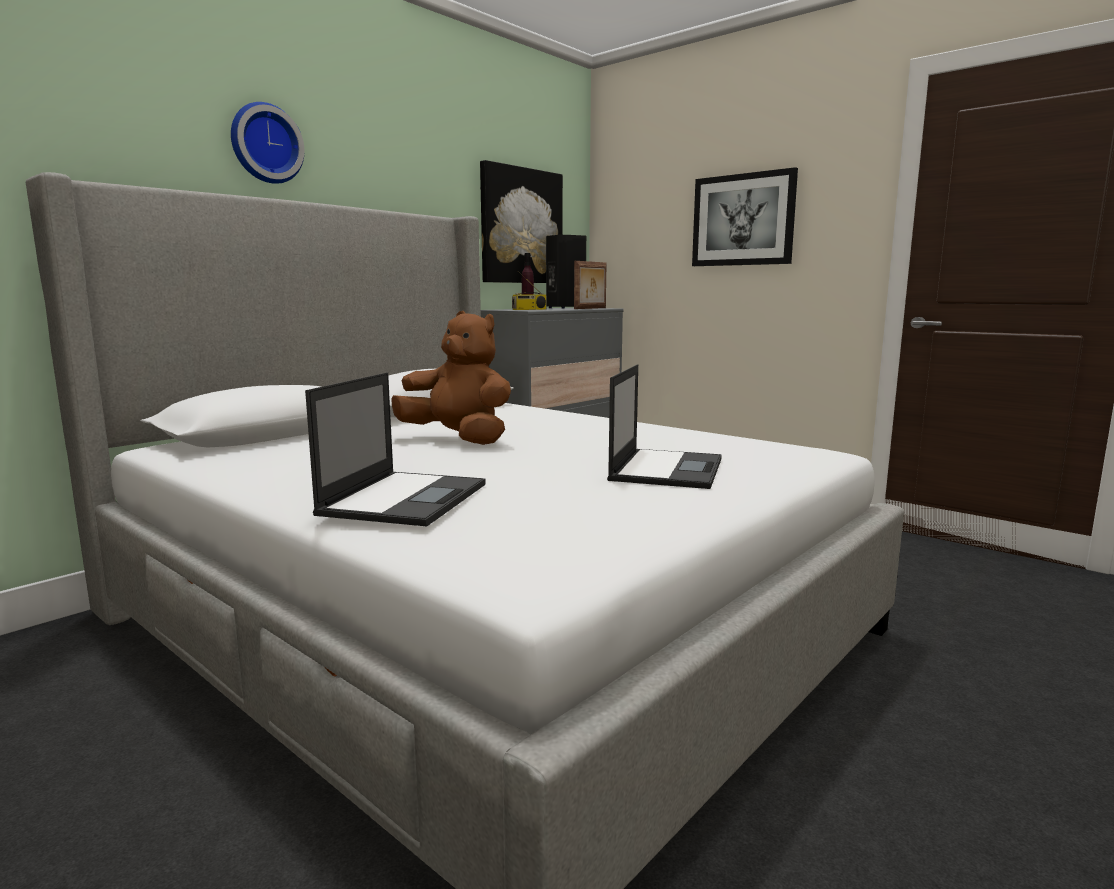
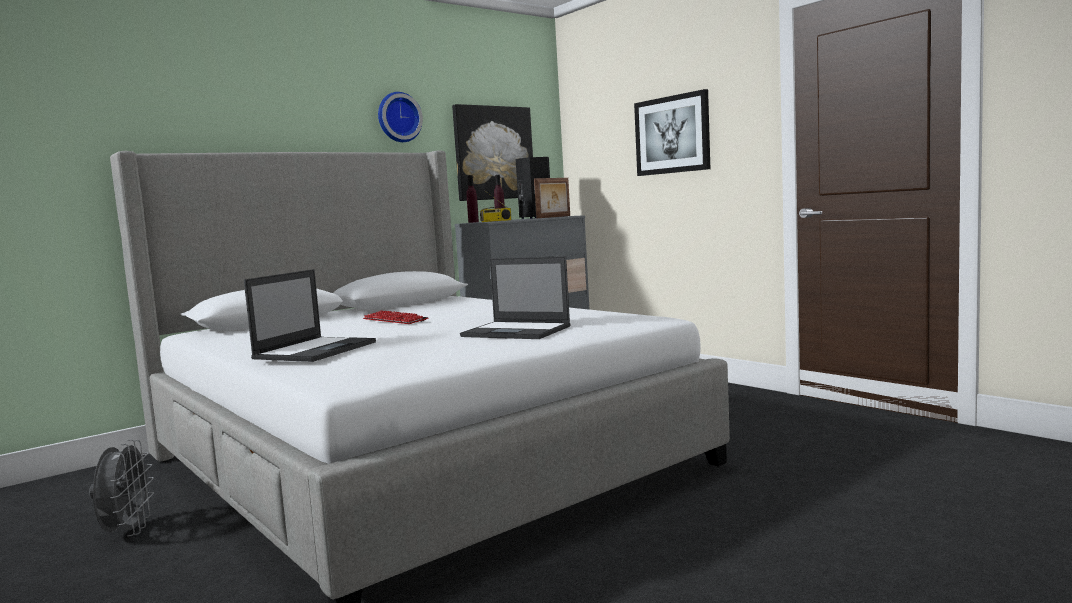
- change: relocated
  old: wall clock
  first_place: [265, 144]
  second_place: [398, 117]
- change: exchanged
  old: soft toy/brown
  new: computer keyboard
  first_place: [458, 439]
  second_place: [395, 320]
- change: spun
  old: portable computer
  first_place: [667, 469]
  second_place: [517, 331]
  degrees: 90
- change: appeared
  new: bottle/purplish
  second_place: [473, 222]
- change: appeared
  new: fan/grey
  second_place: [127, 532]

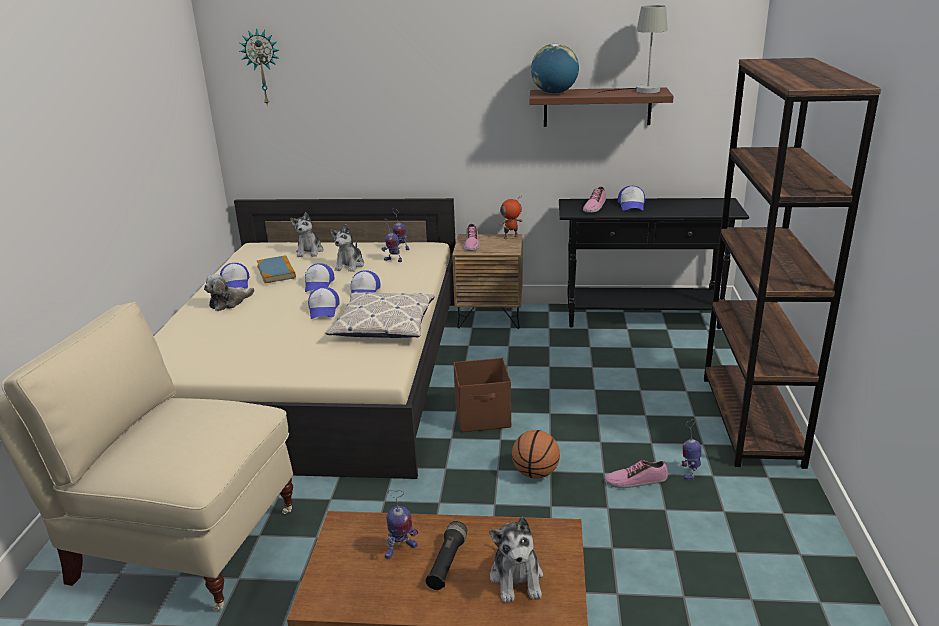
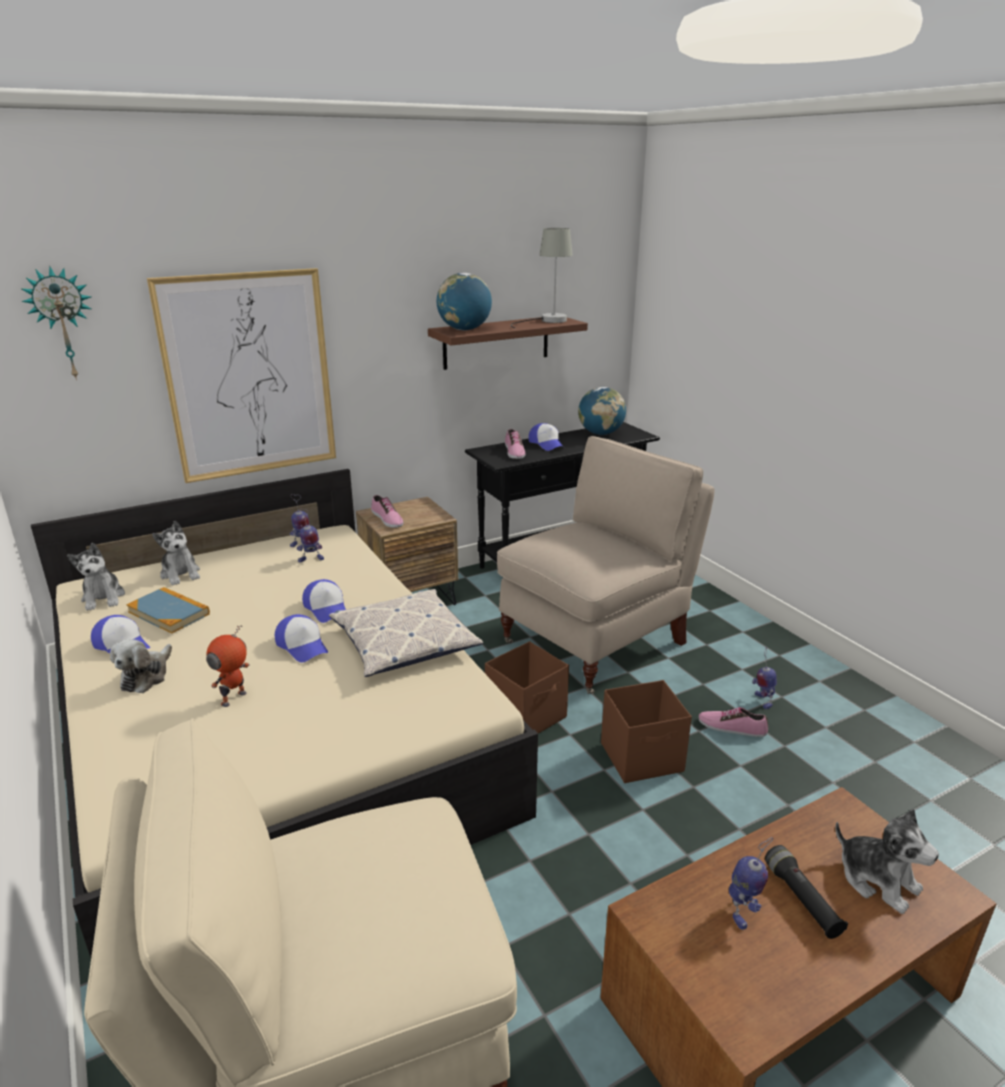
- change: missing
  old: shelving unit/brown
  first_place: [751, 420]
- change: relocated
  old: toy robot
  first_place: [511, 237]
  second_place: [235, 699]
- change: relocated
  old: soft toy
  first_place: [350, 265]
  second_place: [103, 598]
- change: missing
  old: cap
  first_place: [319, 284]
- change: exchanged
  old: basketball ball
  new: storage container/brown
  first_place: [535, 473]
  second_place: [643, 758]
- change: spun
  old: low shoe
  first_place: [635, 480]
  second_place: [732, 727]
  degrees: 60
- change: appeared
  new: wall art
  second_place: [249, 376]
- change: appeared
  new: world globe
  second_place: [600, 433]
- change: appeared
  new: upright chair/beige
  second_place: [596, 642]

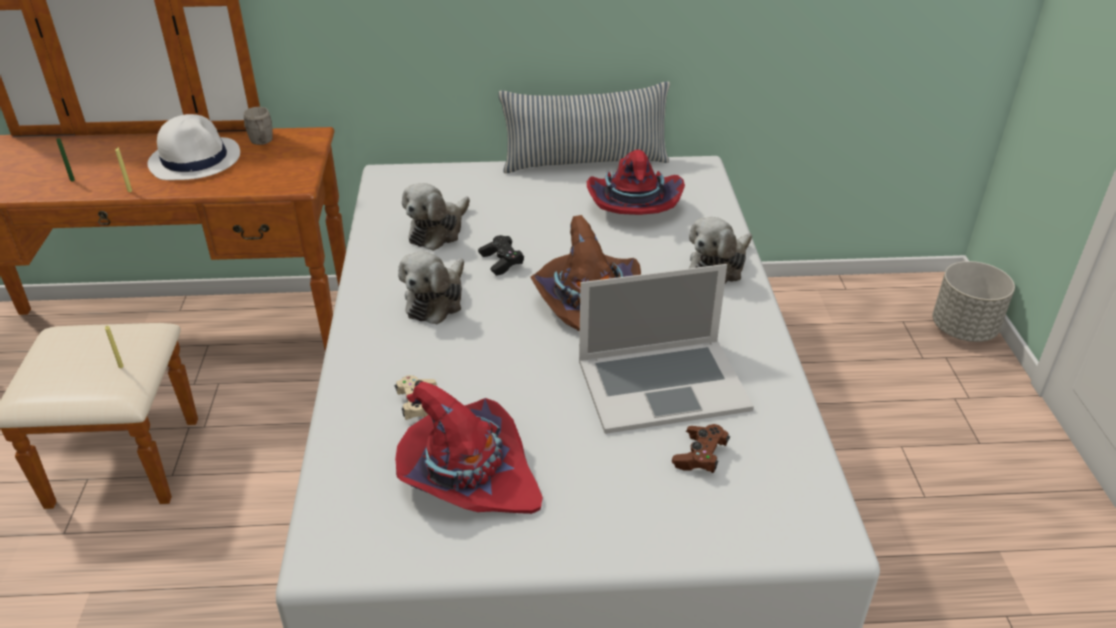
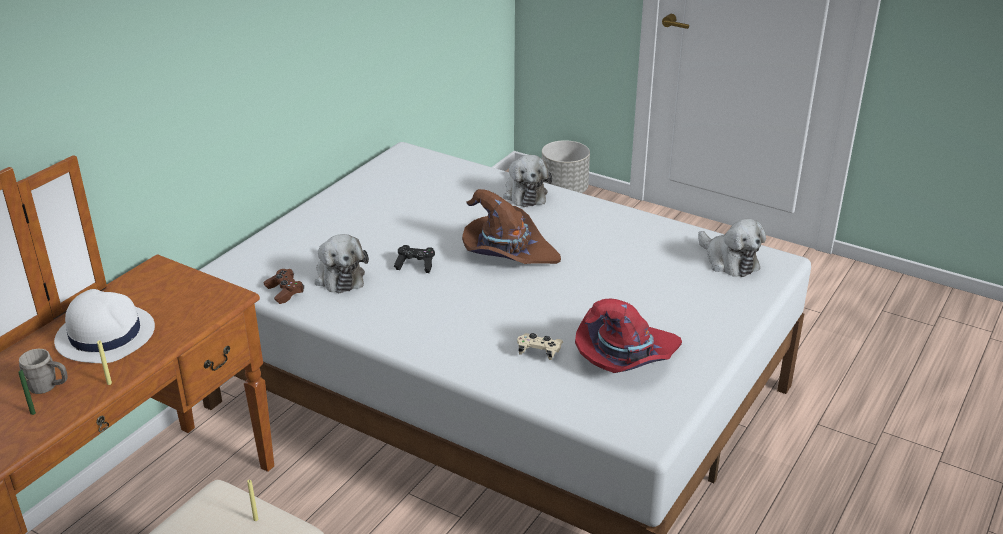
- change: missing
  old: cushion
  first_place: [585, 162]
- change: relocated
  old: mug/grey
  first_place: [262, 142]
  second_place: [48, 387]
- change: missing
  old: hat/reddish
  first_place: [632, 204]
- change: relocated
  old: soft toy
  first_place: [436, 300]
  second_place: [729, 261]
- change: missing
  old: portable computer
  first_place: [662, 384]
- change: relocated
  old: joypad/brown
  first_place: [700, 456]
  second_place: [284, 292]

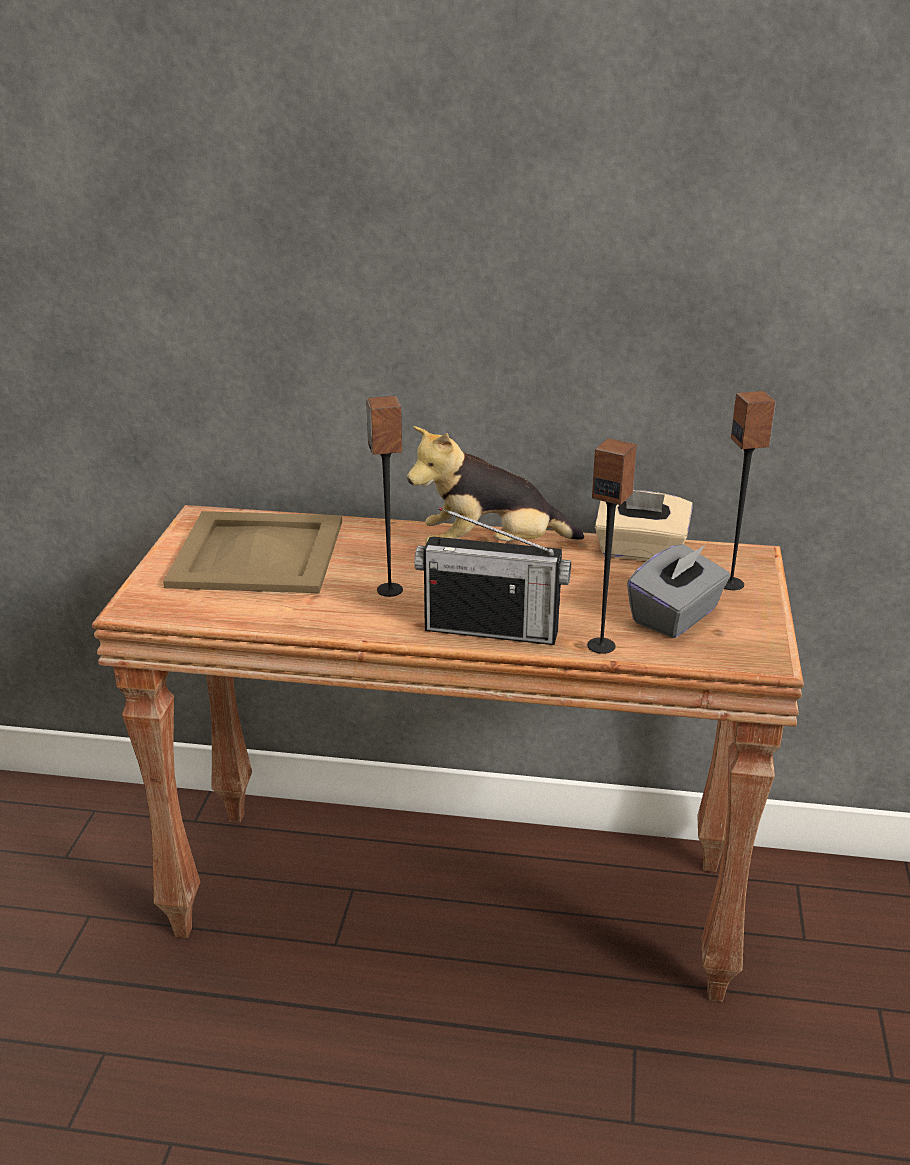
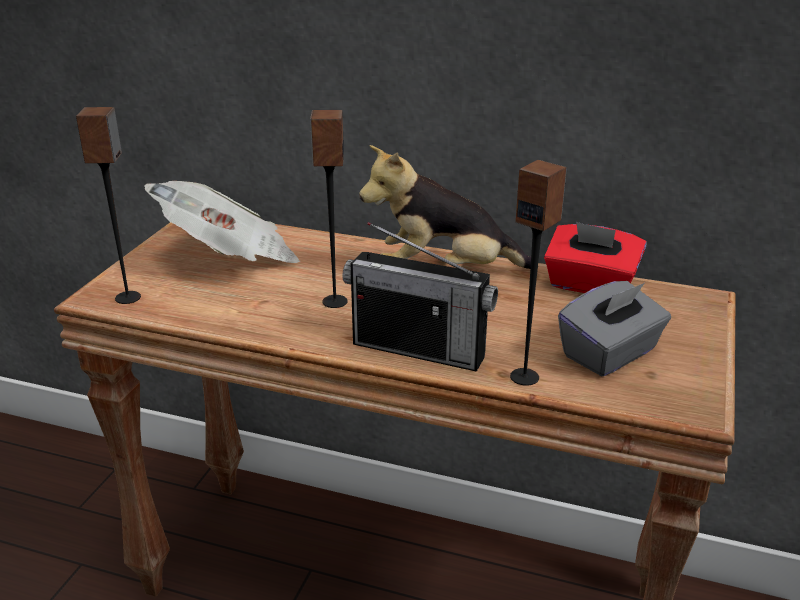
- change: relocated
  old: speaker
  first_place: [731, 584]
  second_place: [128, 298]
- change: colour
  old: tissue box/beige
  new: tissue box/reddish
  first_place: [640, 551]
  second_place: [590, 285]
- change: exchanged
  old: tray/beige
  new: daily paper
  first_place: [259, 552]
  second_place: [230, 257]

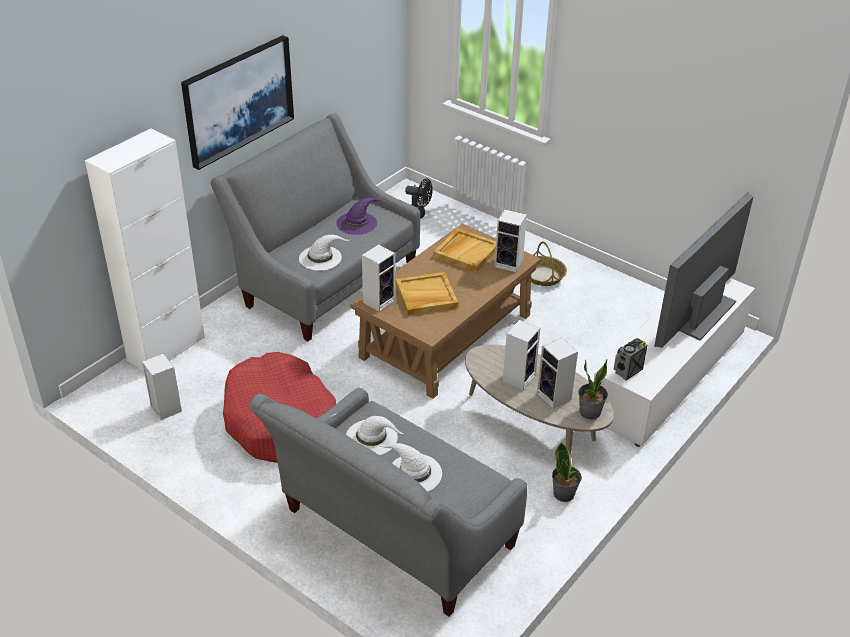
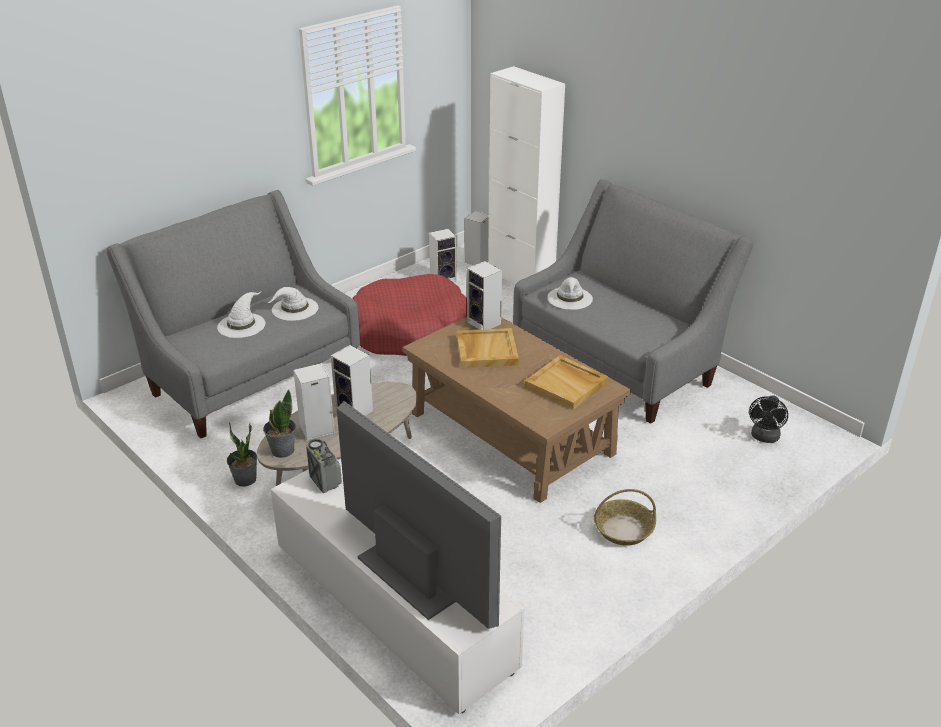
- change: missing
  old: wall art
  first_place: [238, 100]
- change: missing
  old: hat/purplish
  first_place: [357, 223]
- change: relocated
  old: speaker
  first_place: [509, 264]
  second_place: [477, 261]

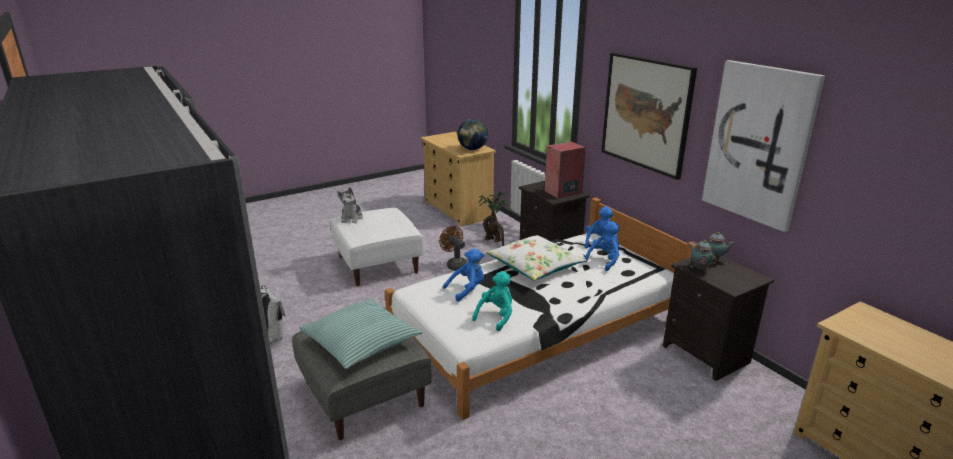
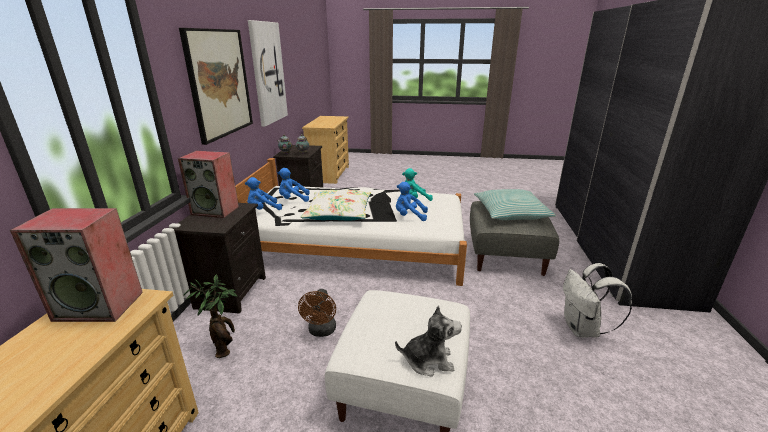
- change: exchanged
  old: world globe
  new: speaker
  first_place: [472, 149]
  second_place: [101, 305]
- change: spun
  old: soft toy
  first_place: [352, 218]
  second_place: [428, 360]
  degrees: 45

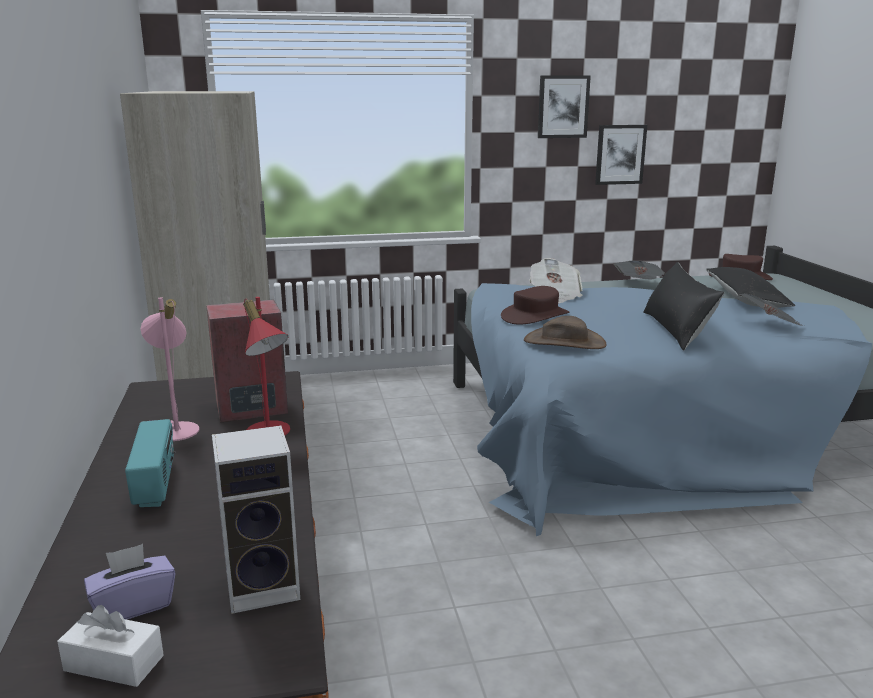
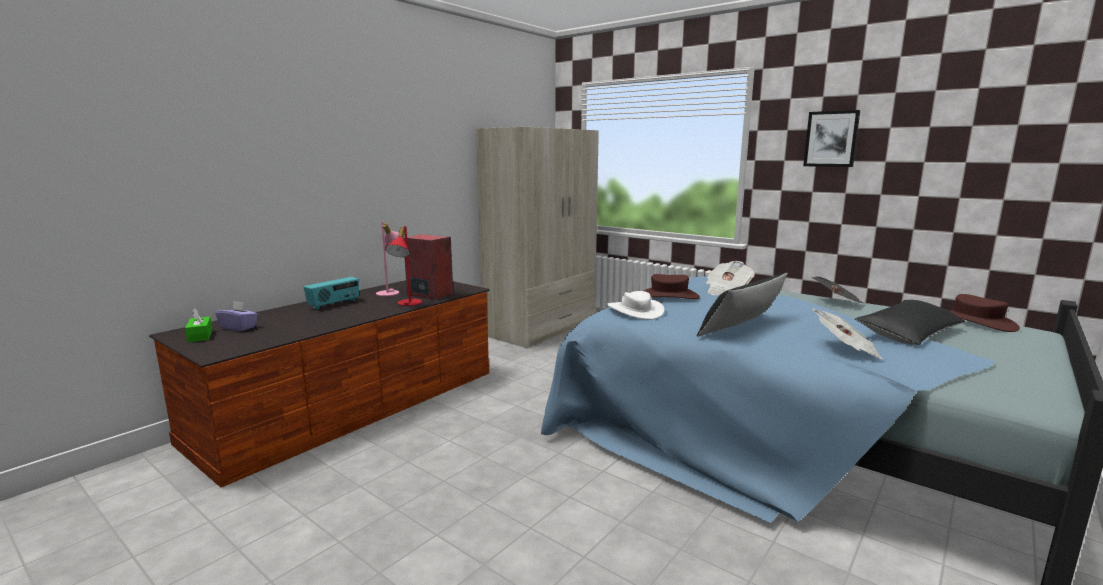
- change: missing
  old: wall art
  first_place: [620, 154]
- change: colour
  old: hat/brown
  new: hat/whitish
  first_place: [564, 342]
  second_place: [634, 311]
- change: missing
  old: speaker
  first_place: [266, 586]
- change: colour
  old: tissue box/whitish
  new: tissue box/green
  first_place: [114, 663]
  second_place: [200, 336]

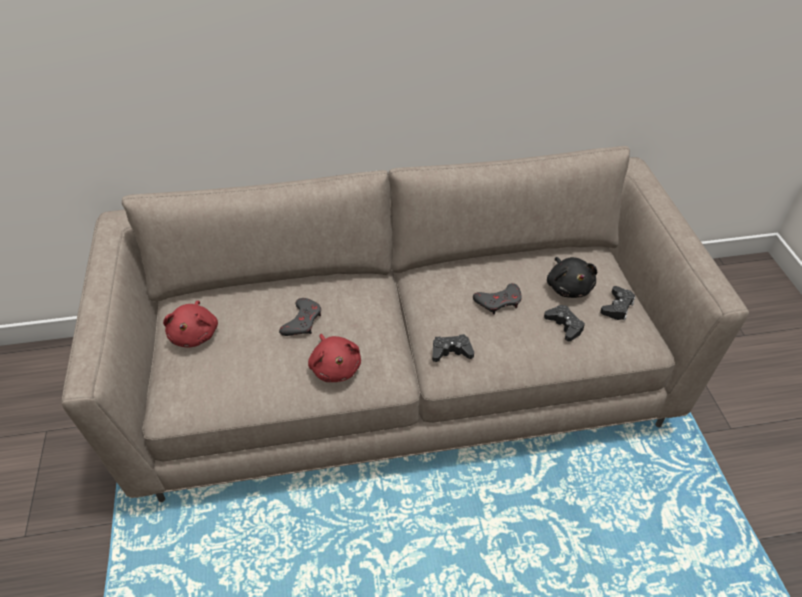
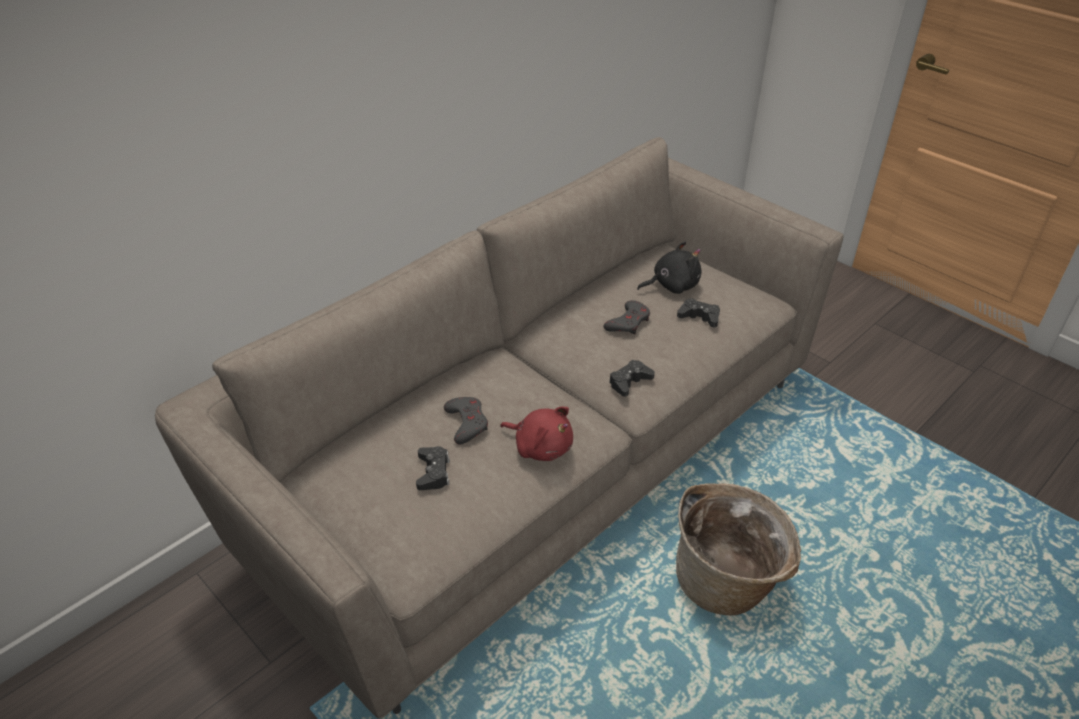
- change: spun
  old: soft toy/blackish
  first_place: [568, 287]
  second_place: [672, 285]
  degrees: -60
- change: relocated
  old: joypad/blackish
  first_place: [617, 307]
  second_place: [433, 472]
- change: missing
  old: soft toy/reddish
  first_place: [195, 334]
- change: appeared
  new: storage basket
  second_place: [727, 581]

